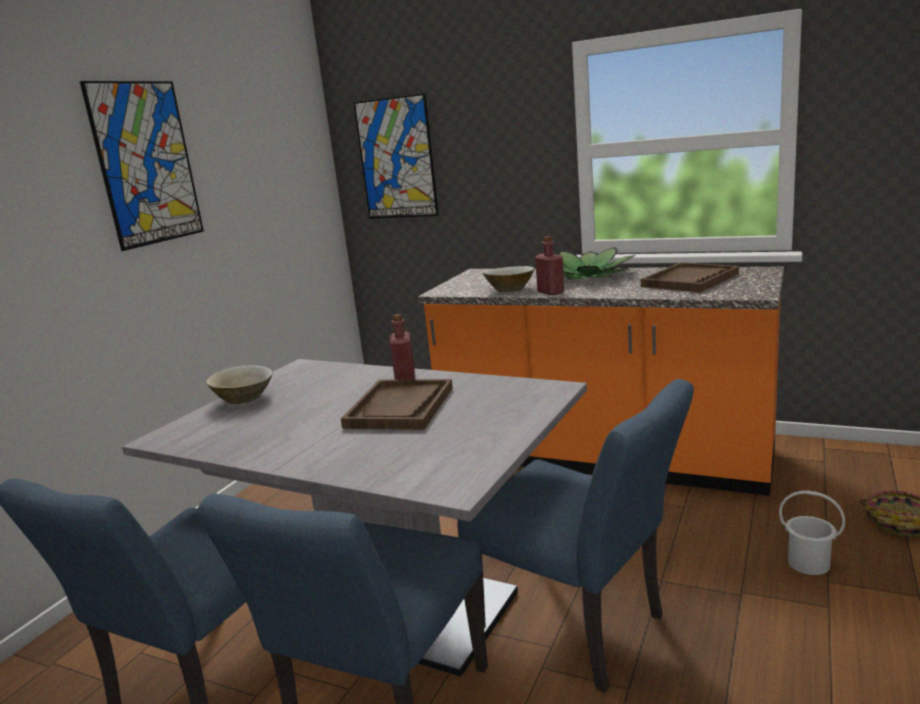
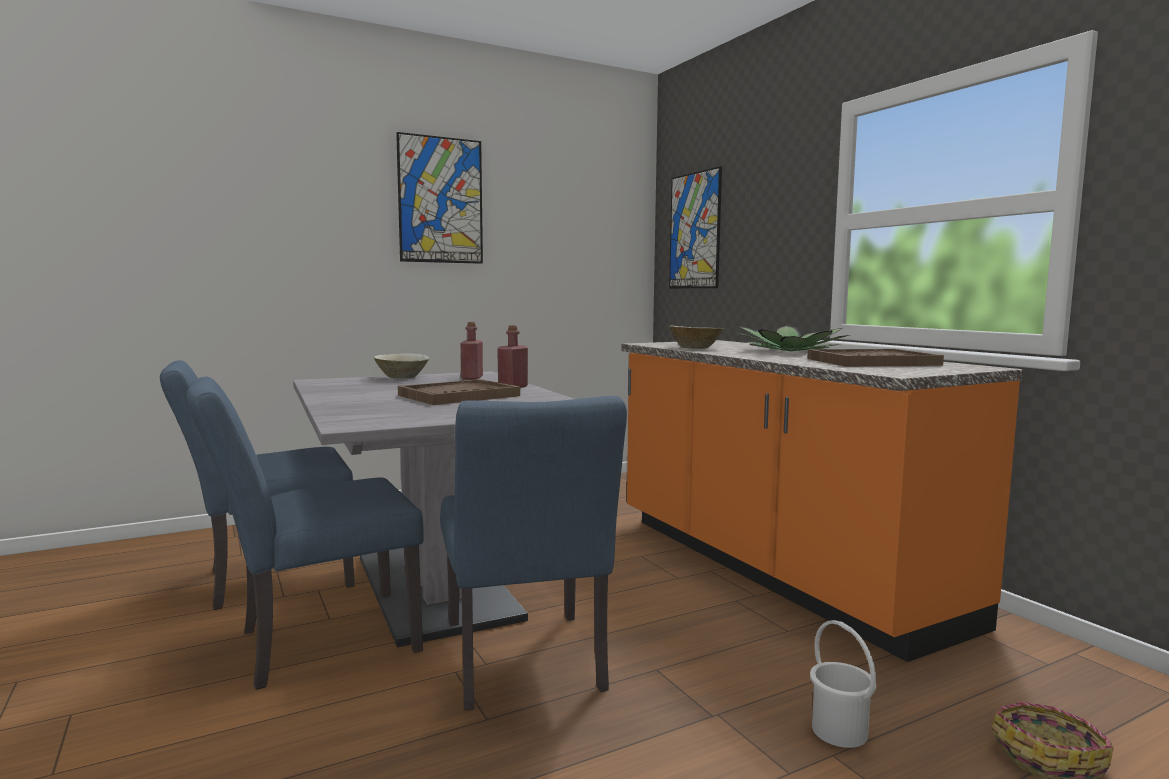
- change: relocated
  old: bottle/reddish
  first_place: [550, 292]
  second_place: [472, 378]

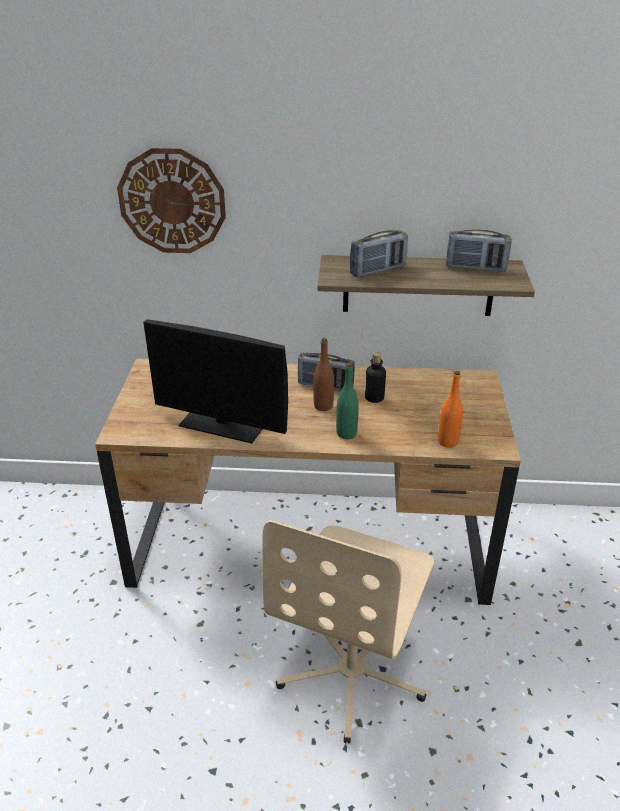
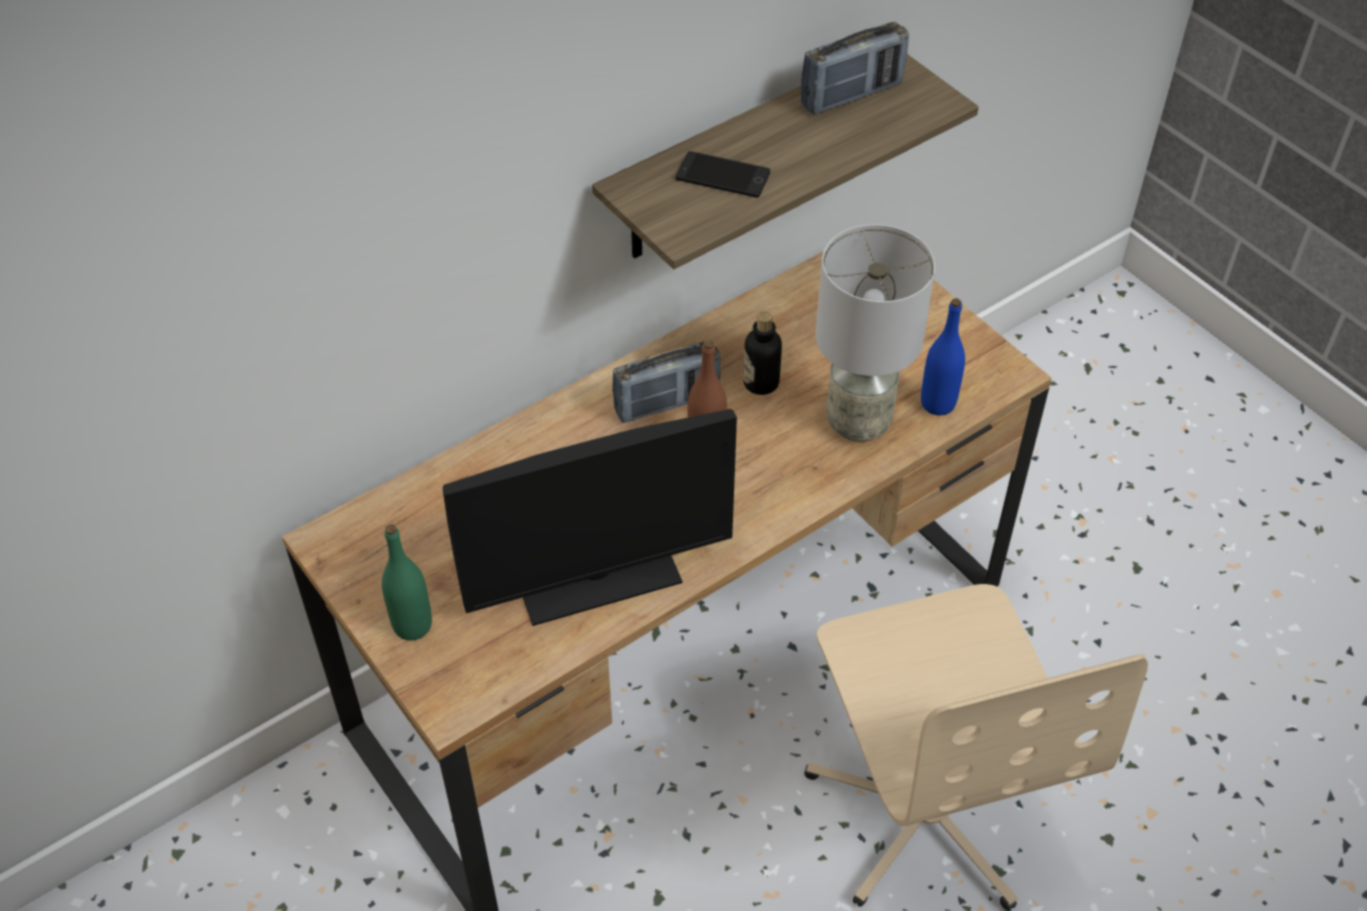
- change: missing
  old: wall clock
  first_place: [172, 201]
- change: exchanged
  old: radio
  new: phone
  first_place: [378, 270]
  second_place: [722, 176]
- change: relocated
  old: bottle/green
  first_place: [346, 433]
  second_place: [412, 625]
- change: colour
  old: bottle/orange
  new: bottle/blue-coloured
  first_place: [447, 442]
  second_place: [938, 403]
- change: appeared
  new: tabletop lamp/grey
  second_place: [859, 423]

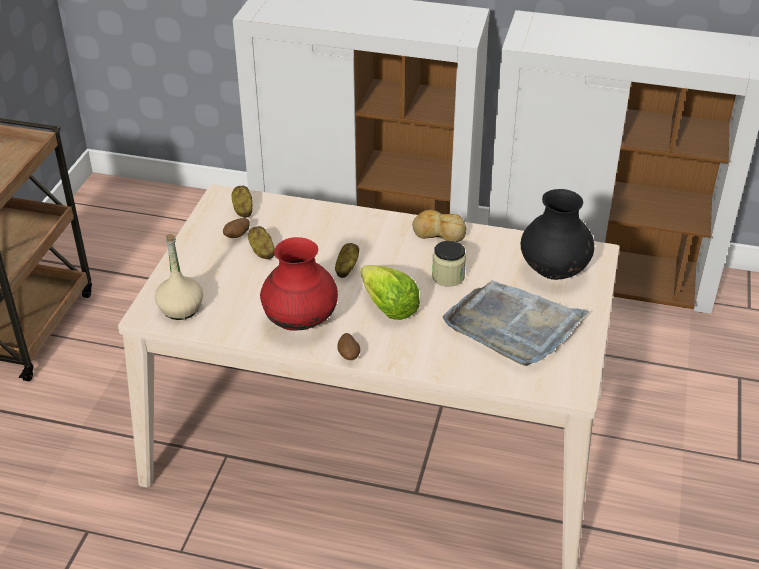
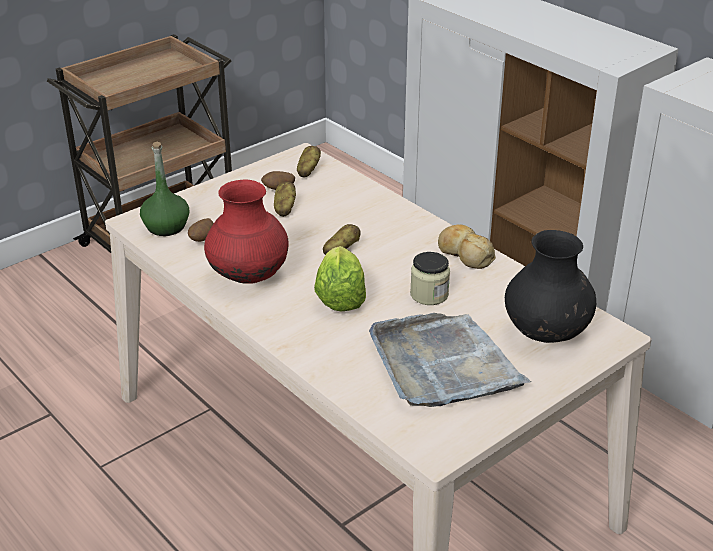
- change: colour
  old: bottle/beige
  new: bottle/green
  first_place: [181, 308]
  second_place: [166, 227]
- change: relocated
  old: whole potato
  first_place: [349, 355]
  second_place: [202, 240]

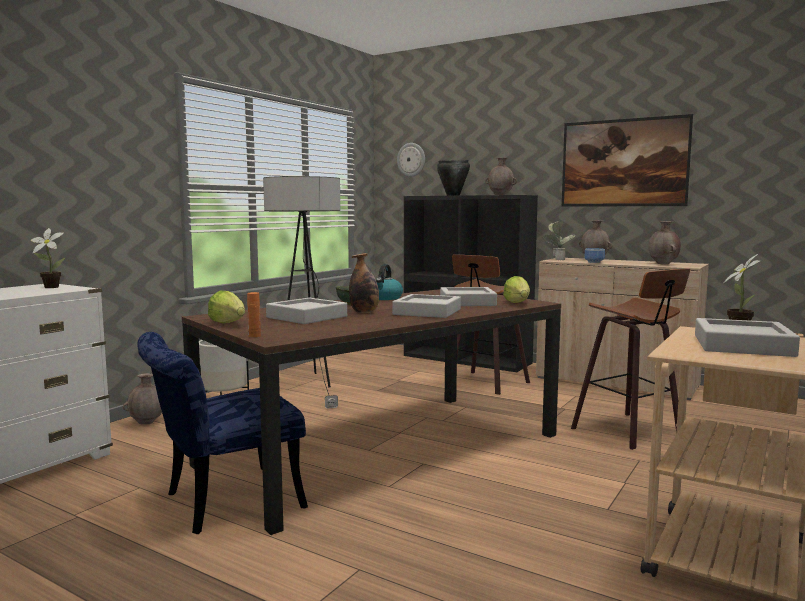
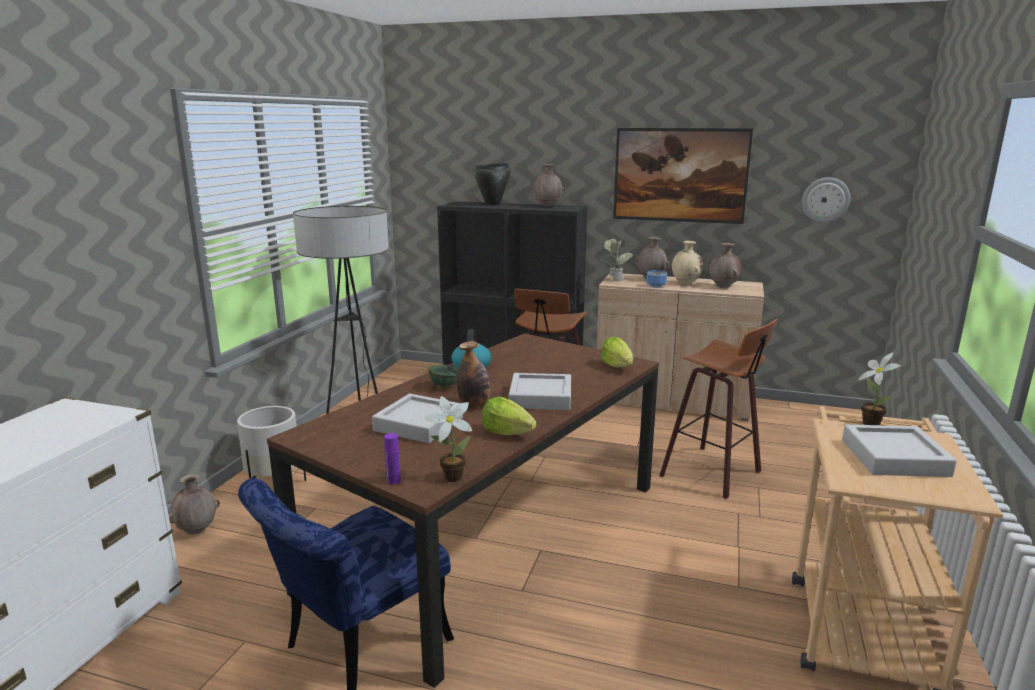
- change: relocated
  old: wall clock
  first_place: [411, 159]
  second_place: [825, 199]
- change: relocated
  old: plant in a pot
  first_place: [50, 287]
  second_place: [449, 477]
- change: missing
  old: tray/grey
  first_place: [467, 302]
- change: relocated
  old: head of lettuce
  first_place: [228, 323]
  second_place: [506, 433]
- change: colour
  old: bottle/orange
  new: bottle/purplish
  first_place: [254, 336]
  second_place: [393, 481]
- change: appeared
  new: decorative vase/beige
  second_place: [685, 284]

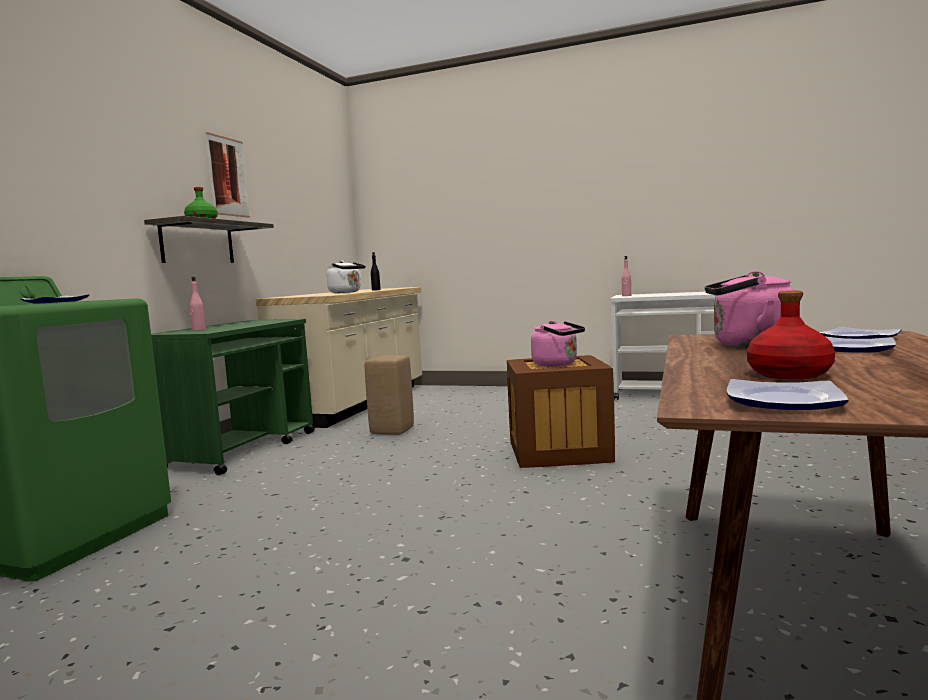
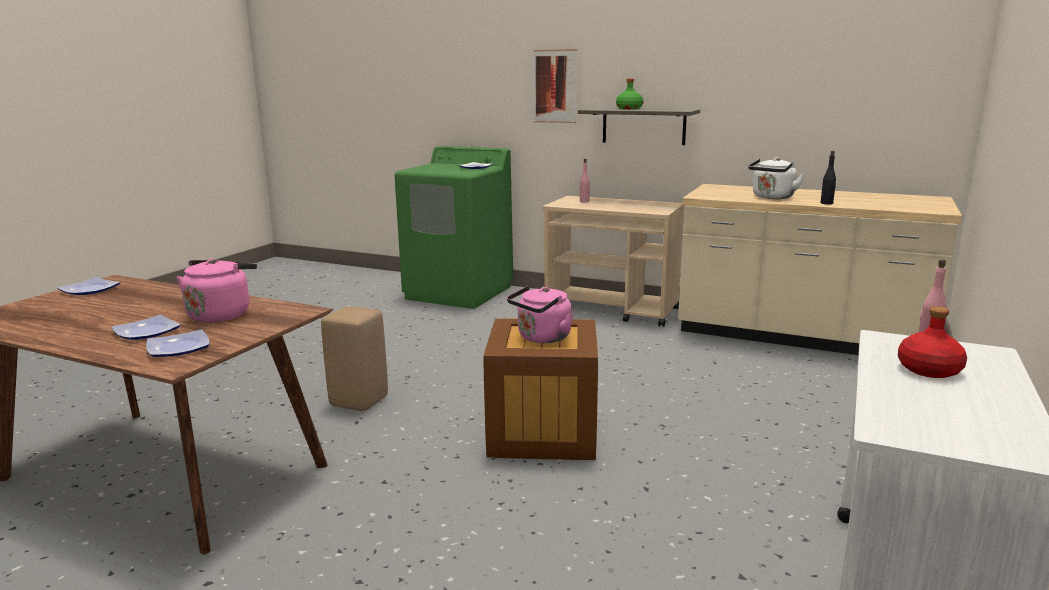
- change: relocated
  old: wall art
  first_place: [228, 177]
  second_place: [555, 86]
- change: relocated
  old: bottle/reddish
  first_place: [790, 374]
  second_place: [928, 370]
- change: colour
  old: wheeled cart/green
  new: wheeled cart/beige
  first_place: [243, 449]
  second_place: [612, 310]
- change: relocated
  old: stool/beige
  first_place: [392, 431]
  second_place: [360, 401]

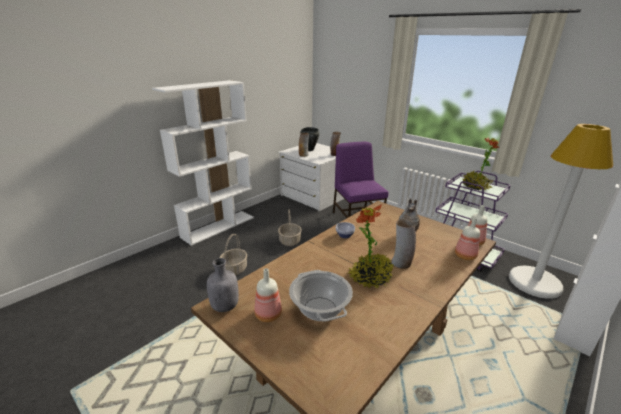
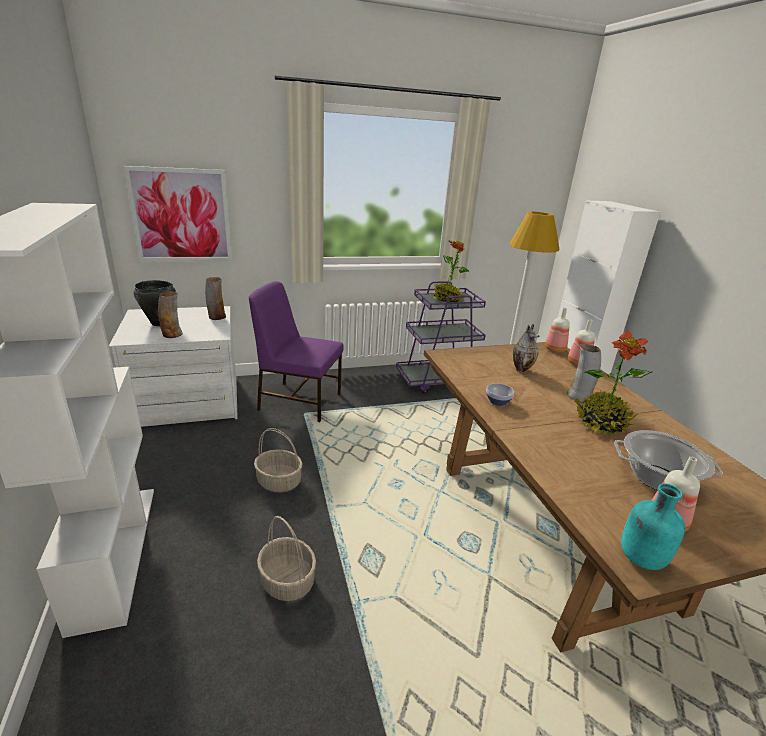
- change: colour
  old: bottle/grey
  new: bottle/turquoise
  first_place: [225, 306]
  second_place: [640, 558]
- change: appeared
  new: wall art
  second_place: [181, 216]

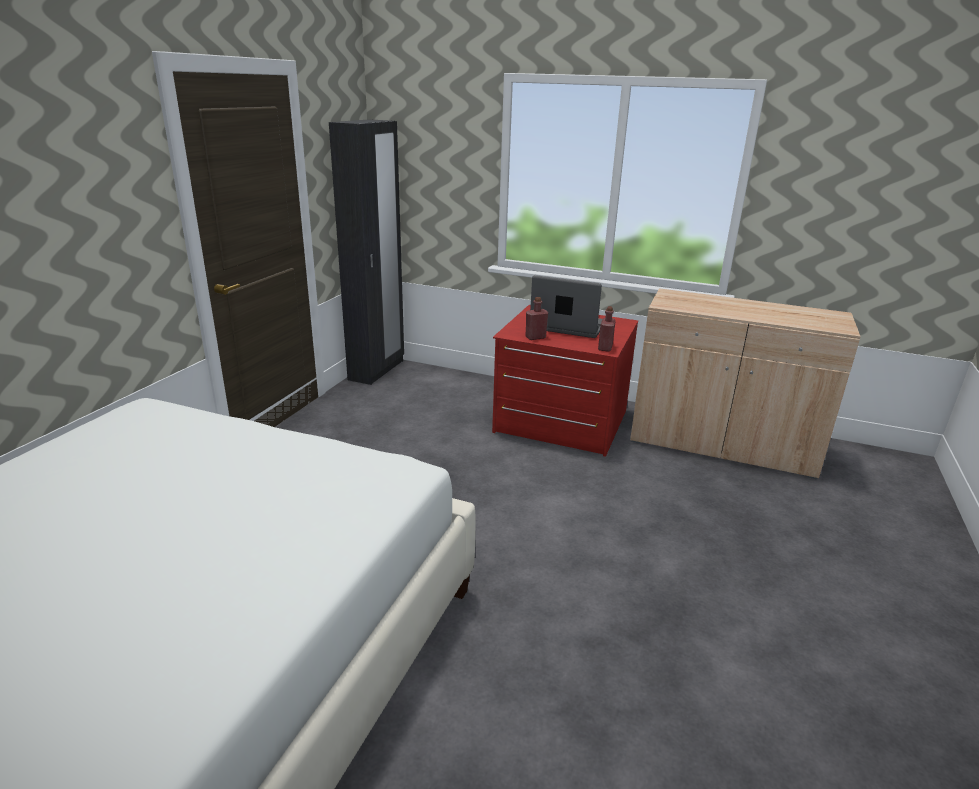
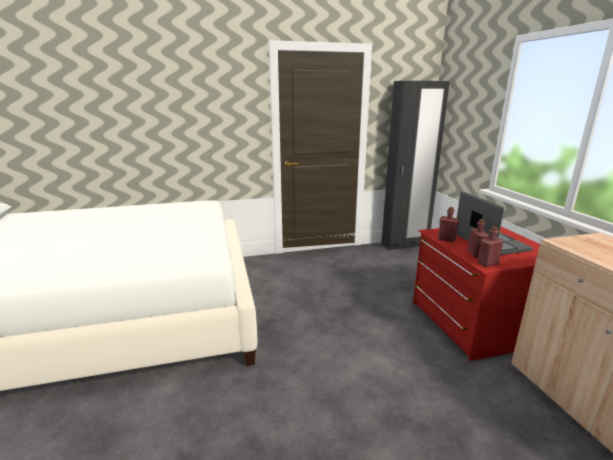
- change: appeared
  new: bottle/reddish
  second_place: [475, 254]

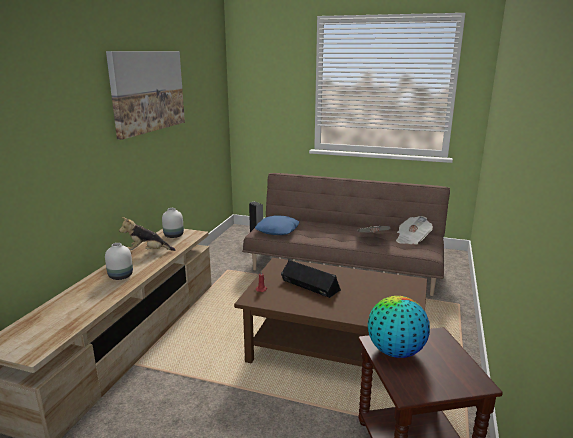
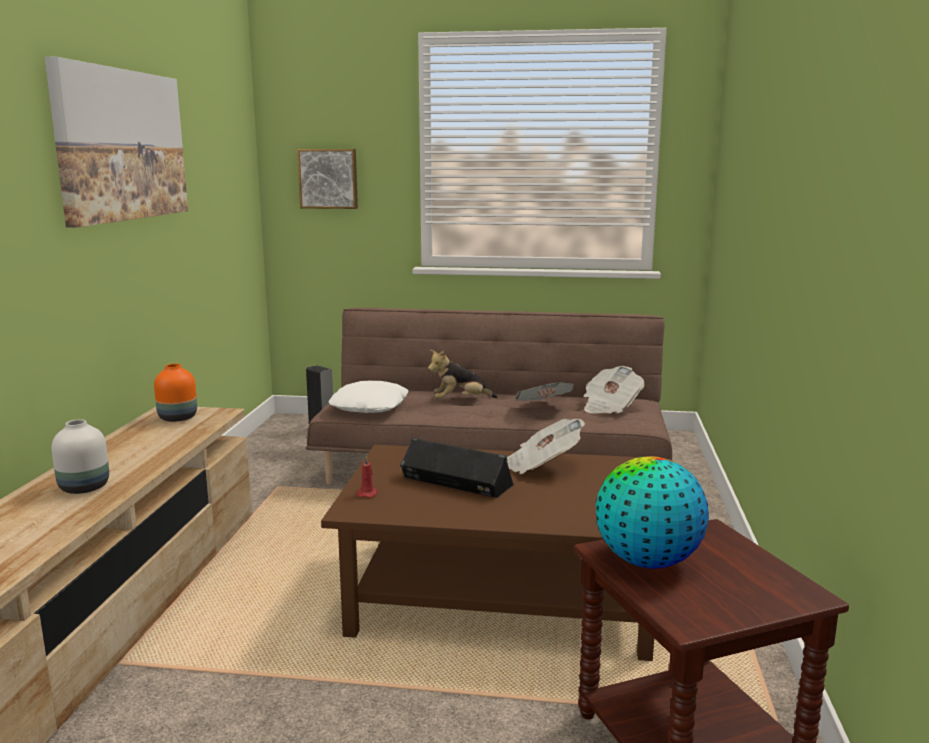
- change: colour
  old: decorative vase/whitish
  new: decorative vase/orange
  first_place: [173, 235]
  second_place: [177, 418]
- change: colour
  old: cushion/blue-coloured
  new: cushion/whitish
  first_place: [278, 230]
  second_place: [370, 406]
- change: relocated
  old: soft toy
  first_place: [147, 252]
  second_place: [460, 401]
- change: appeared
  new: wall art
  second_place: [328, 178]
- change: appeared
  new: daily paper
  second_place: [541, 466]

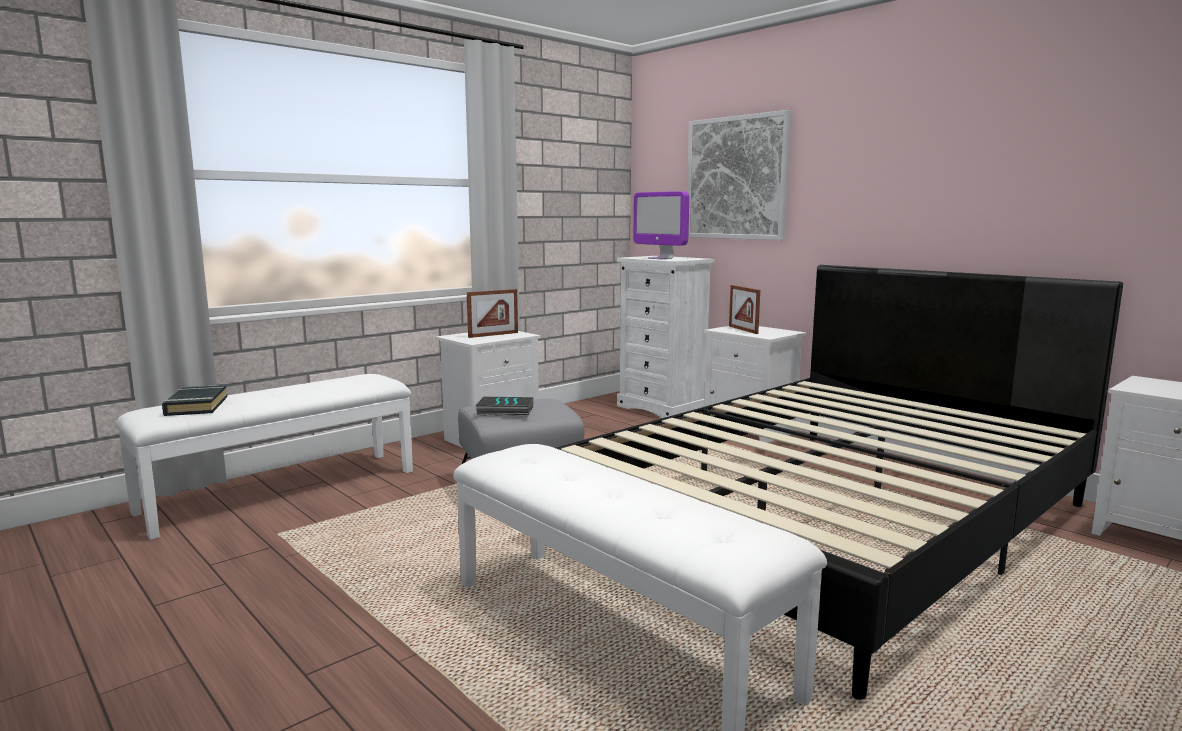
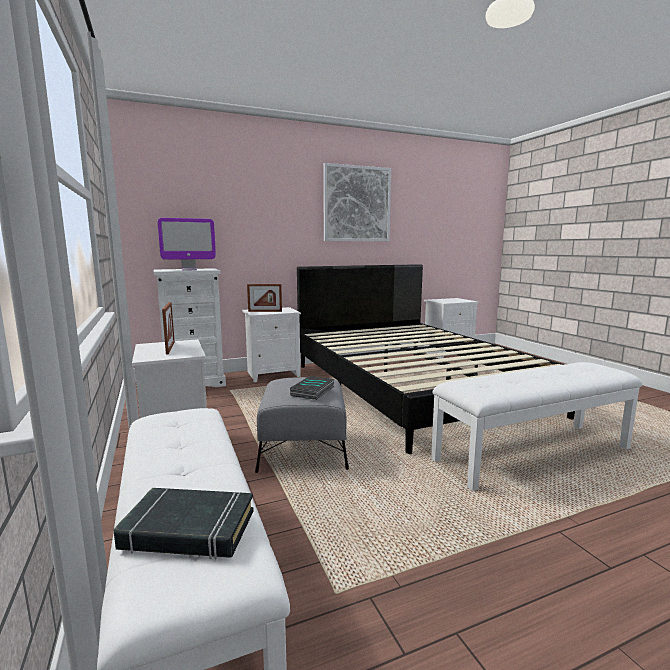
- change: relocated
  old: wall art
  first_place: [736, 178]
  second_place: [357, 204]

